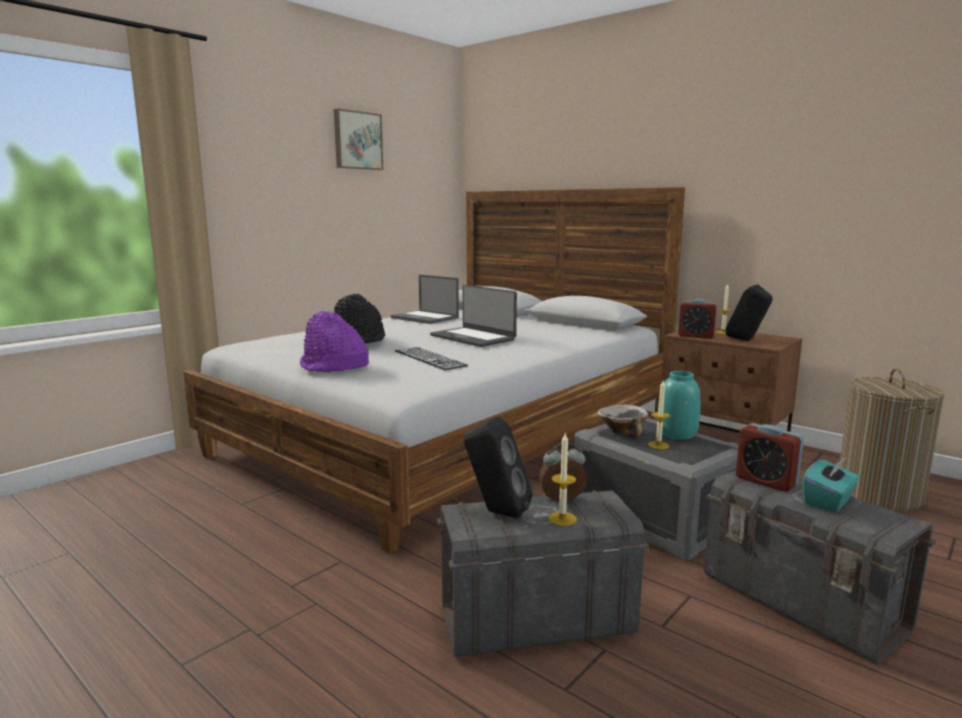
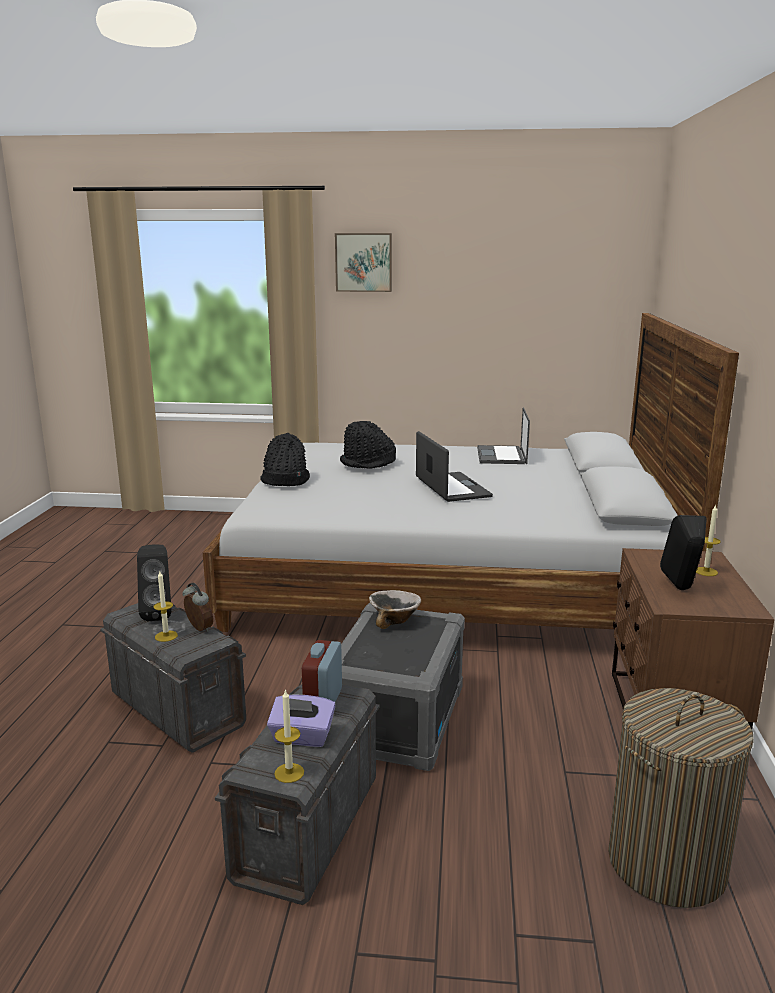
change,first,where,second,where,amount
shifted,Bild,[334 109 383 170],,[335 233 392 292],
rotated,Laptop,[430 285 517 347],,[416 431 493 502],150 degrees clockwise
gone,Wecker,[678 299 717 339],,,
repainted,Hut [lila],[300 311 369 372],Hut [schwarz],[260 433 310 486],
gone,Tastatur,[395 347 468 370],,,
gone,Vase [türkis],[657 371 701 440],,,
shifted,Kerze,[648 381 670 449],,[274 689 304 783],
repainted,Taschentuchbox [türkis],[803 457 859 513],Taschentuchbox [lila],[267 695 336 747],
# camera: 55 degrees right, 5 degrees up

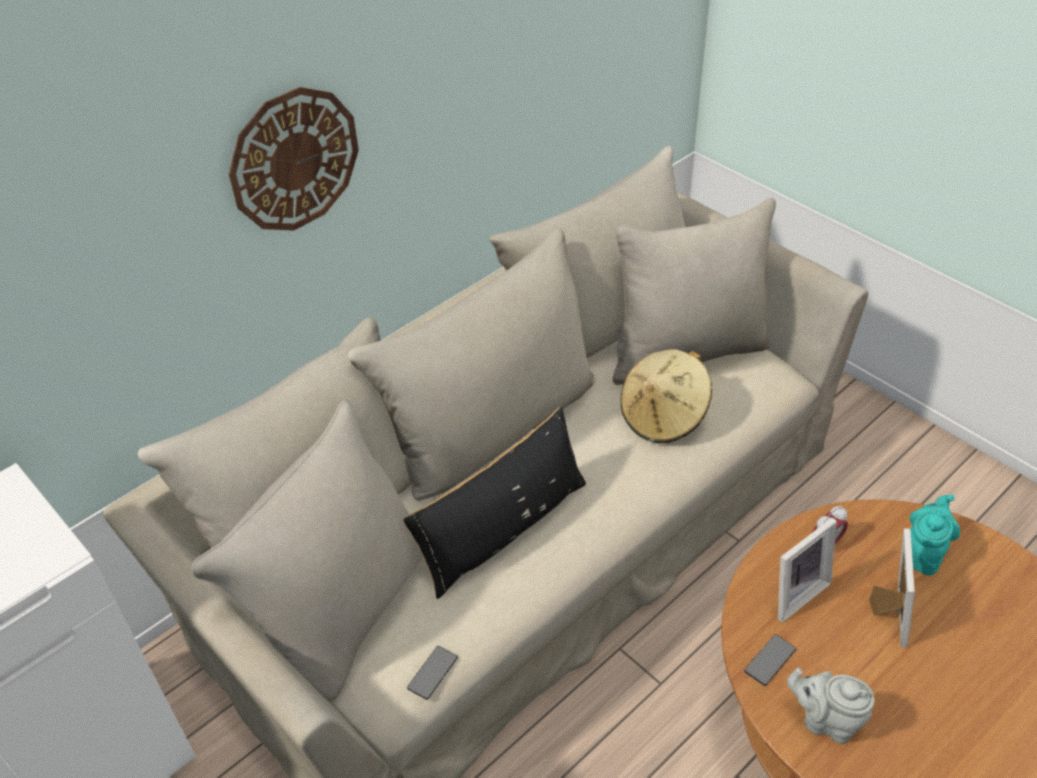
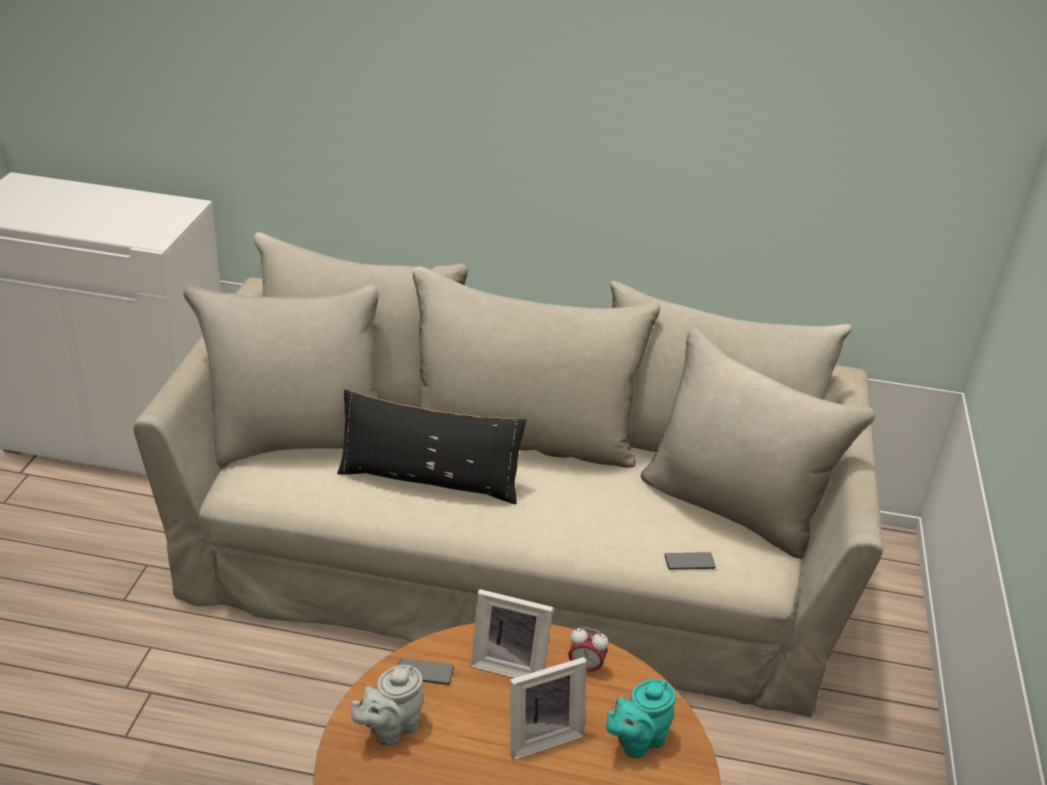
change,first,where,second,where,amount
gone,Wanduhr,[229 87 359 230],,,
gone,Hut [beige],[621 349 712 444],,,
rotated,Teekanne [türkis],[910 494 960 575],,[606 679 676 758],150 degrees clockwise
shifted,Handy,[407 646 458 700],,[665 552 716 569],
rotated,Teekanne [grau],[787 668 874 744],,[351 665 423 746],120 degrees counterclockwise
# camera: 50 degrees right, 10 degrees down

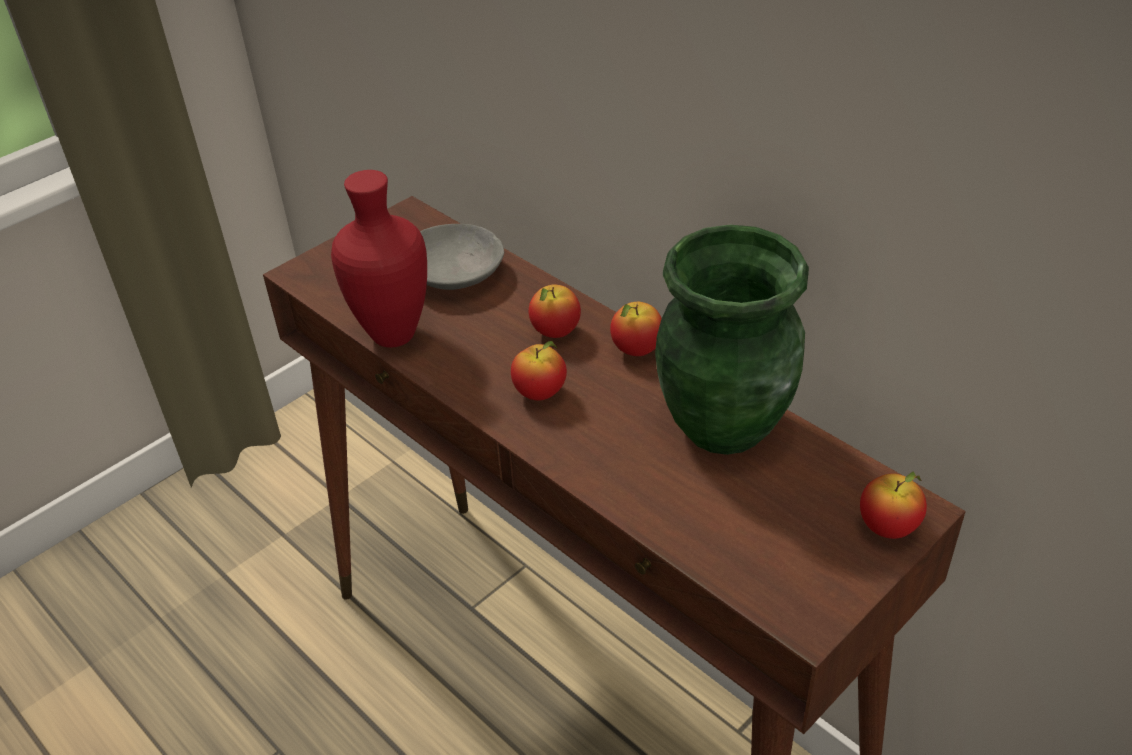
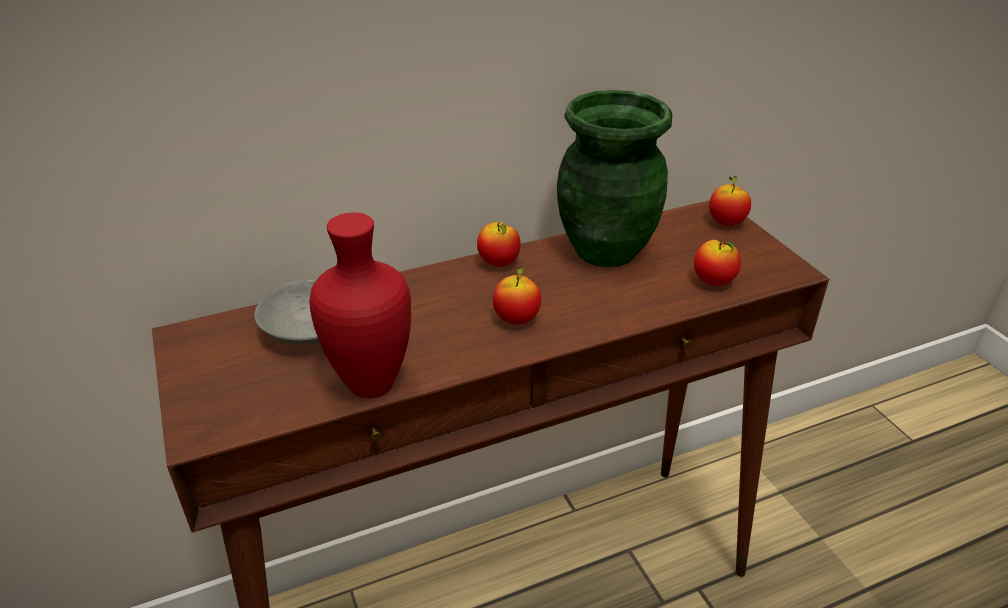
change,first,where,second,where,amount
shifted,Apfel,[529 284 581 338],,[694 240 741 286],
# camera: 70 degrees left, 5 degrees down

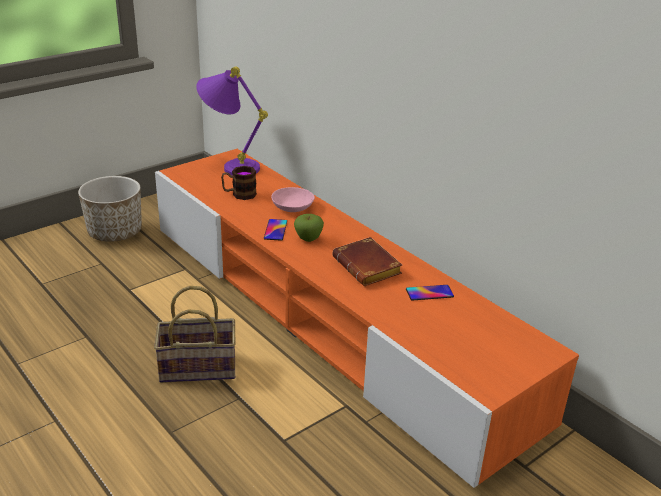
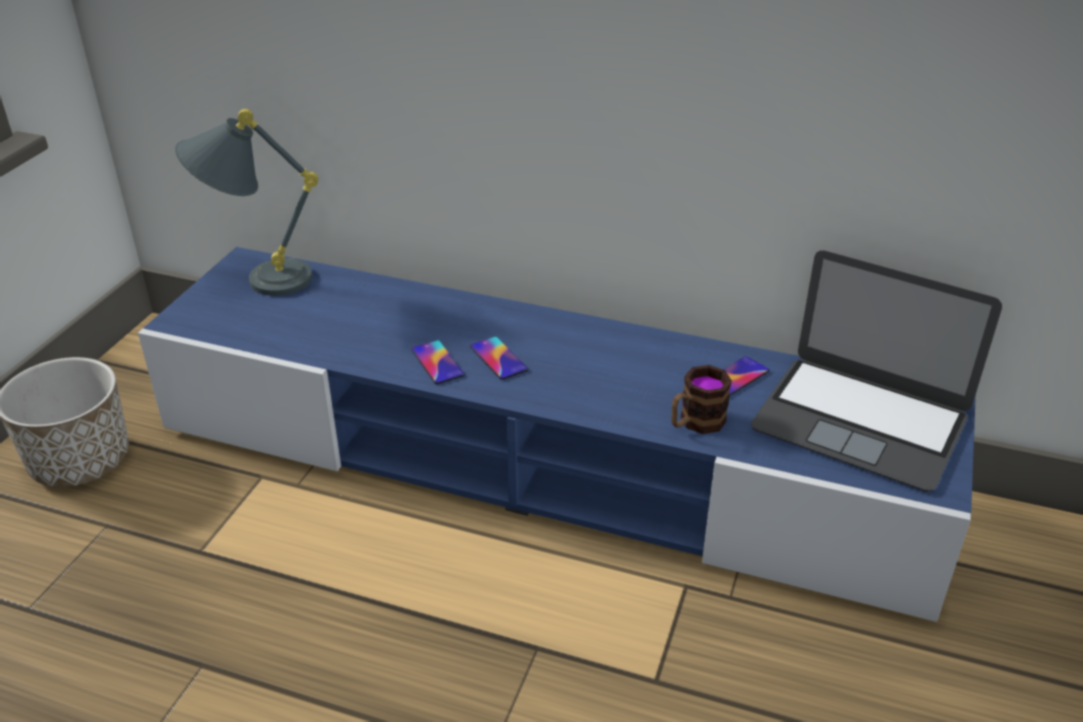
change,first,where,second,where,amount
repainted,Tischlampe [lila],[196 66 268 175],Tischlampe [grau],[175 109 318 296],
repainted,Fernsehschrank [orange],[155 149 579 488],Fernsehschrank [blau],[138 247 976 622],
shifted,Henkelbecher,[221 166 257 200],,[671 365 732 434],
gone,Schüssel [rosa],[271 187 315 212],,,
swapped,Apfel,[294 214 324 242],Handy,[470 337 528 380],
gone,Buch [braun],[332 237 402 286],,,
gone,Korb,[154 286 235 383],,,
new,,,Laptop,[751 250 1002 492],
# camera: 30 degrees left, 5 degrees up

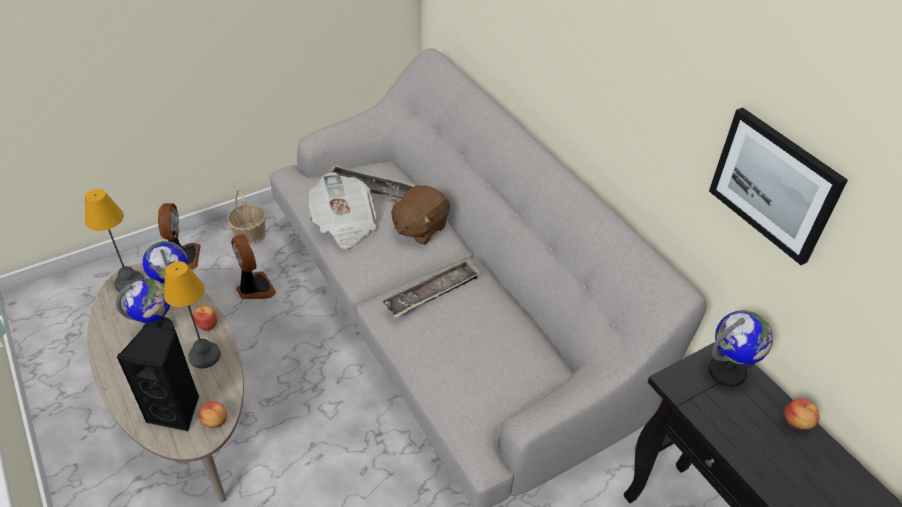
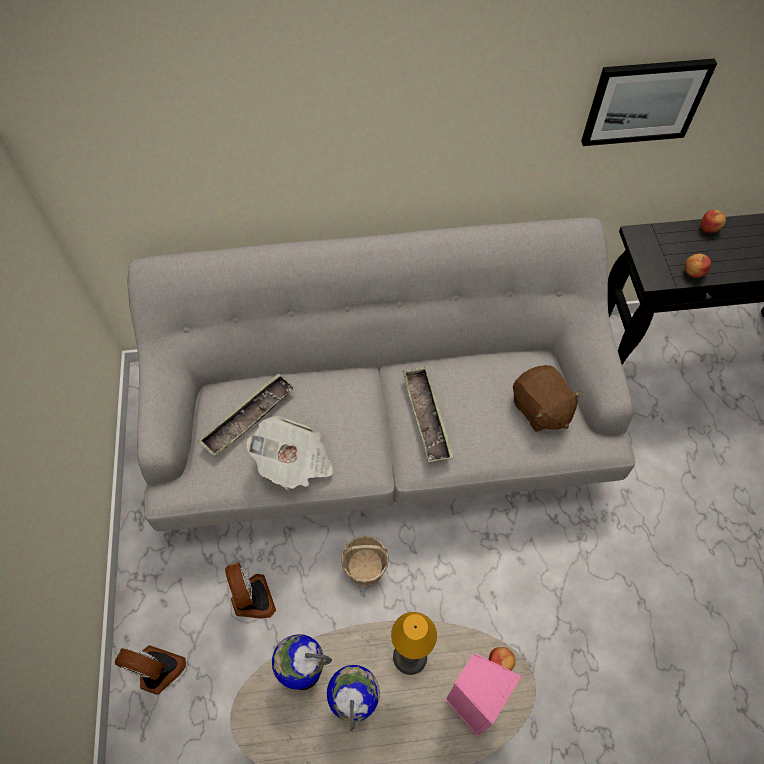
change,first,where,second,where,amount
shifted,Plüschtier [braun],[390 185 450 245],,[513 365 582 432],
gone,Tischlampe,[85 189 144 292],,,
shifted,Korb,[227 189 266 245],,[341 536 389 586],
rotated,Ventilator,[231 234 276 299],,[225 562 276 619],75 degrees clockwise
shifted,Apfel,[193 305 218 331],,[685 254 711 278],
gone,Globus,[708 310 773 387],,,
repainted,Lautsprecher [schwarz],[116 324 199 431],Lautsprecher [rosa],[445 653 521 736],
# camera: 65 degrees left, 15 degrees up

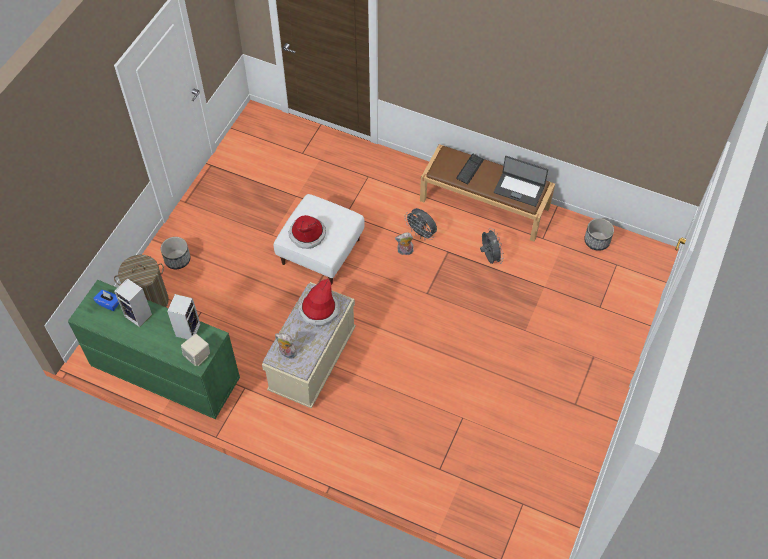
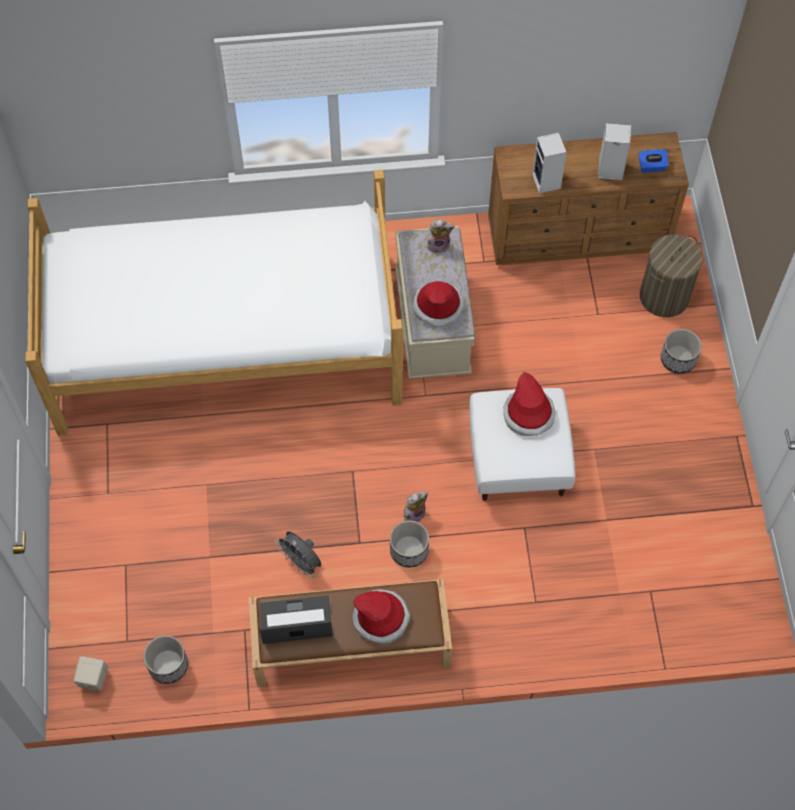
change,first,where,second,where,amount
swapped,Tastatur,[456 153 484 185],Hut,[352 589 410 643],
swapped,Ventilator [grau],[405 208 437 240],Pflanzkübel,[390 520 429 568],
repainted,Kommode [grün],[68 280 240 419],Kommode [braun],[488 132 689 265],
shifted,Lautsprecher [beige],[181 334 210 366],,[73 656 108 691],
new,,,Bett,[25 170 403 436],
# camera: 150 degrees right, 5 degrees up

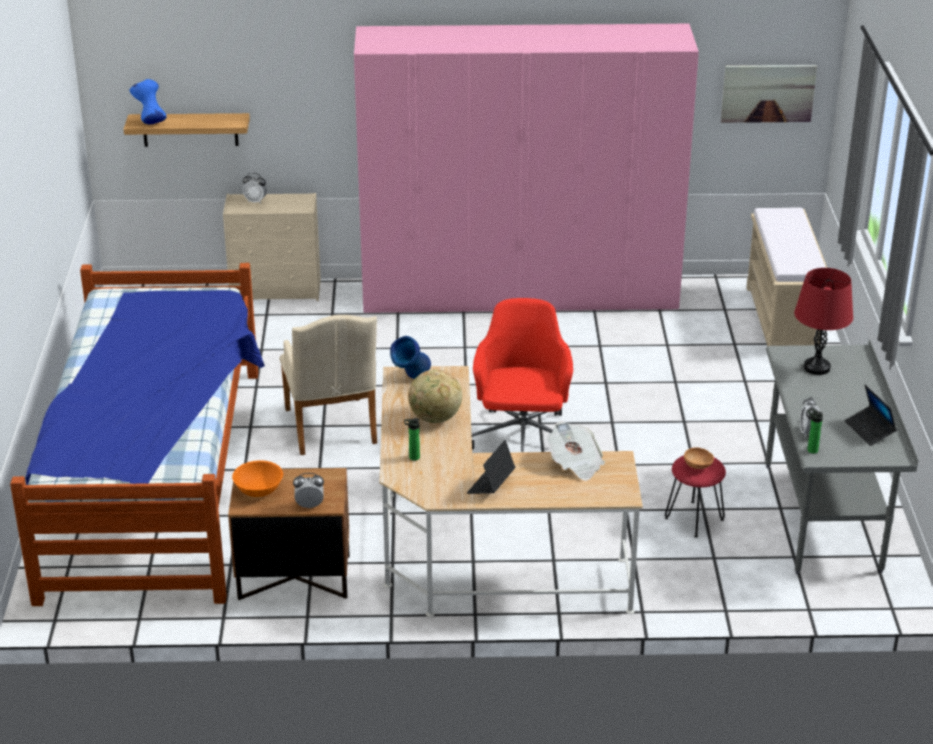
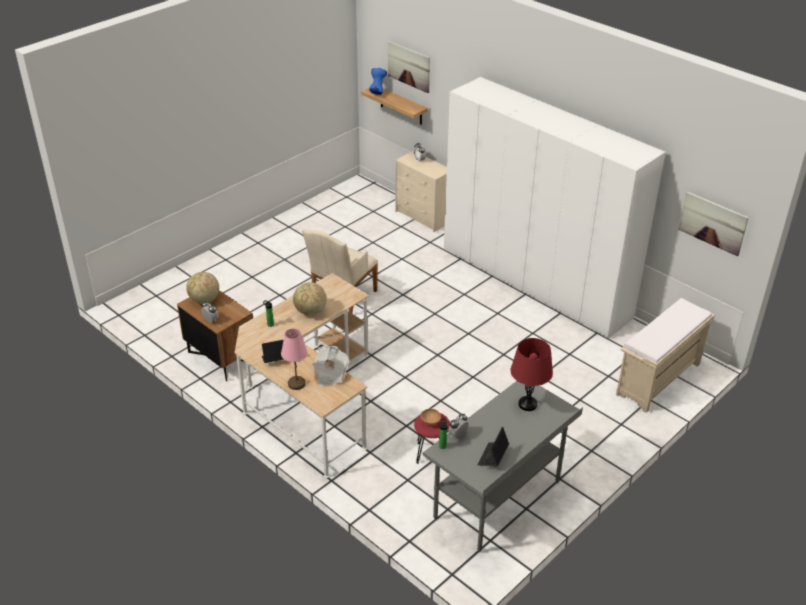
change,first,where,second,where,amount
repainted,Kleiderschrank [rosa],[354 24 699 313],Kleiderschrank [weiß],[444 77 666 338],
gone,Bett,[10 263 265 606],,,
gone,Bürostuhl [rot],[472 298 573 452],,,
gone,Vase [blau],[390 336 431 379],,,
swapped,Schüssel [orange],[232 460 283 497],Globus,[186 272 219 304],
new,,,Bild,[388 41 430 93],
new,,,Tischlampe [rosa],[281 328 308 390],
# camera: 45 degrees right, 5 degrees up

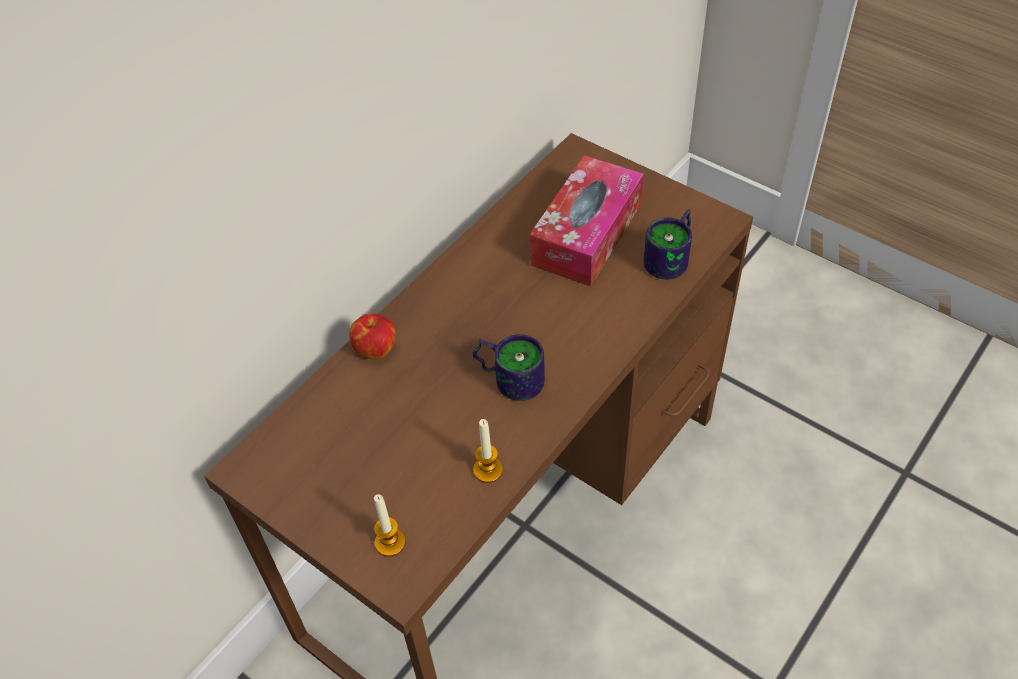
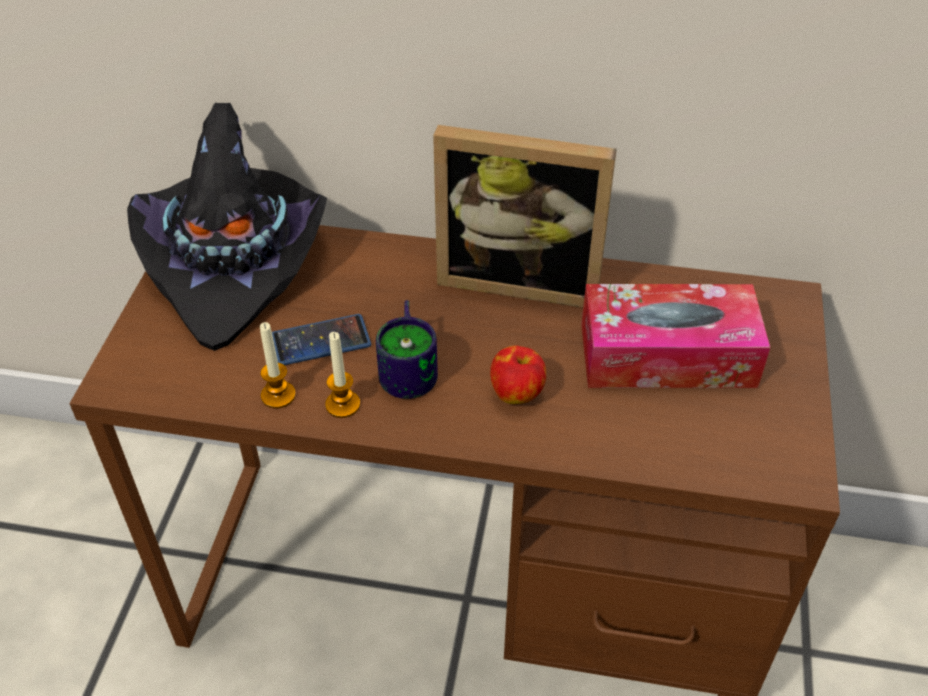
change,first,where,second,where,amount
gone,Henkelbecher,[643 209 692 279],,,
shifted,Apfel,[349 314 396 359],,[490 346 546 404],
shifted,Kerze,[374 494 406 557],,[325 332 360 418],
new,,,Hut [schwarz],[127 103 327 351],
new,,,Bilderrahmen,[433 125 617 308],
new,,,Handy,[272 314 371 365],
# camera: 60 degrees right, 5 degrees down

